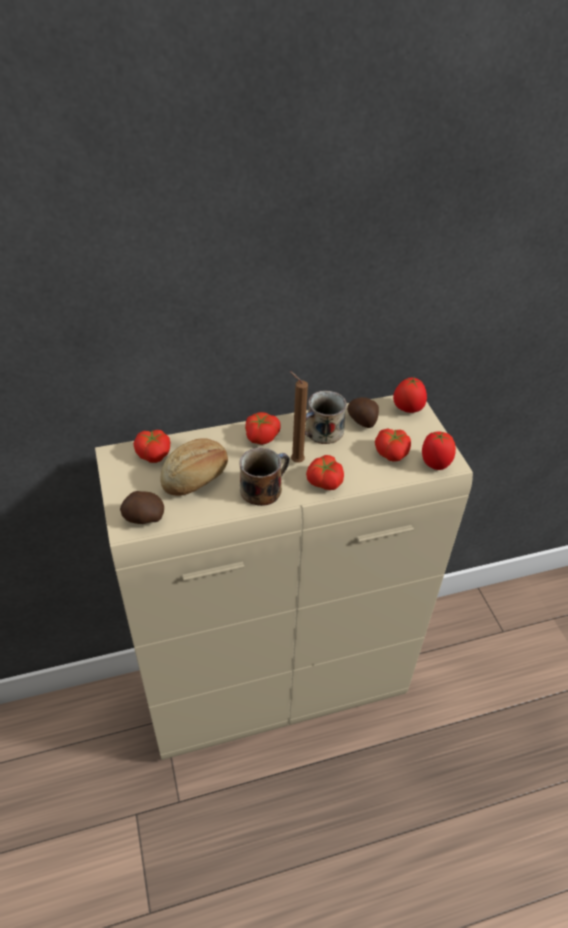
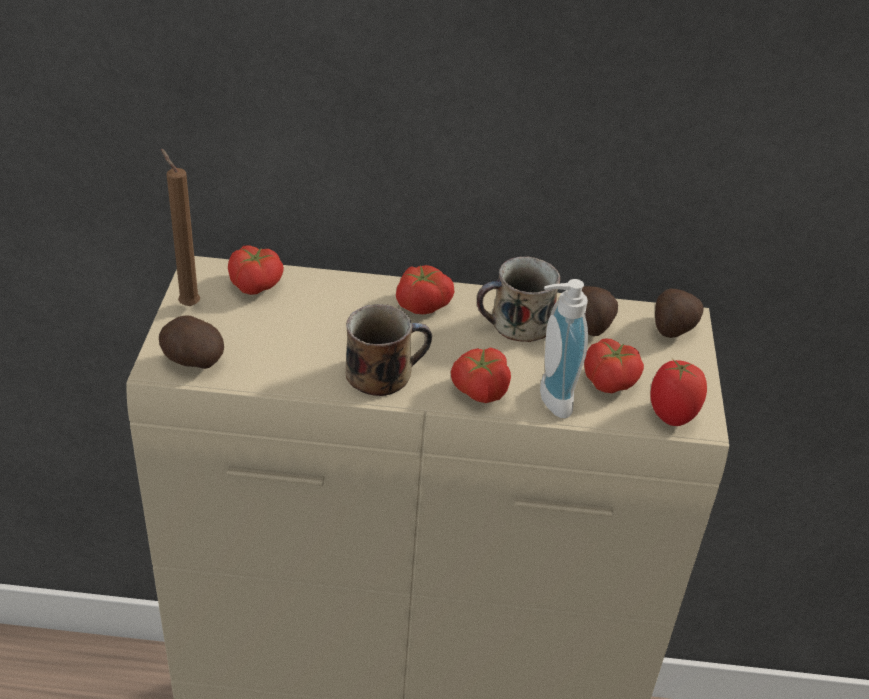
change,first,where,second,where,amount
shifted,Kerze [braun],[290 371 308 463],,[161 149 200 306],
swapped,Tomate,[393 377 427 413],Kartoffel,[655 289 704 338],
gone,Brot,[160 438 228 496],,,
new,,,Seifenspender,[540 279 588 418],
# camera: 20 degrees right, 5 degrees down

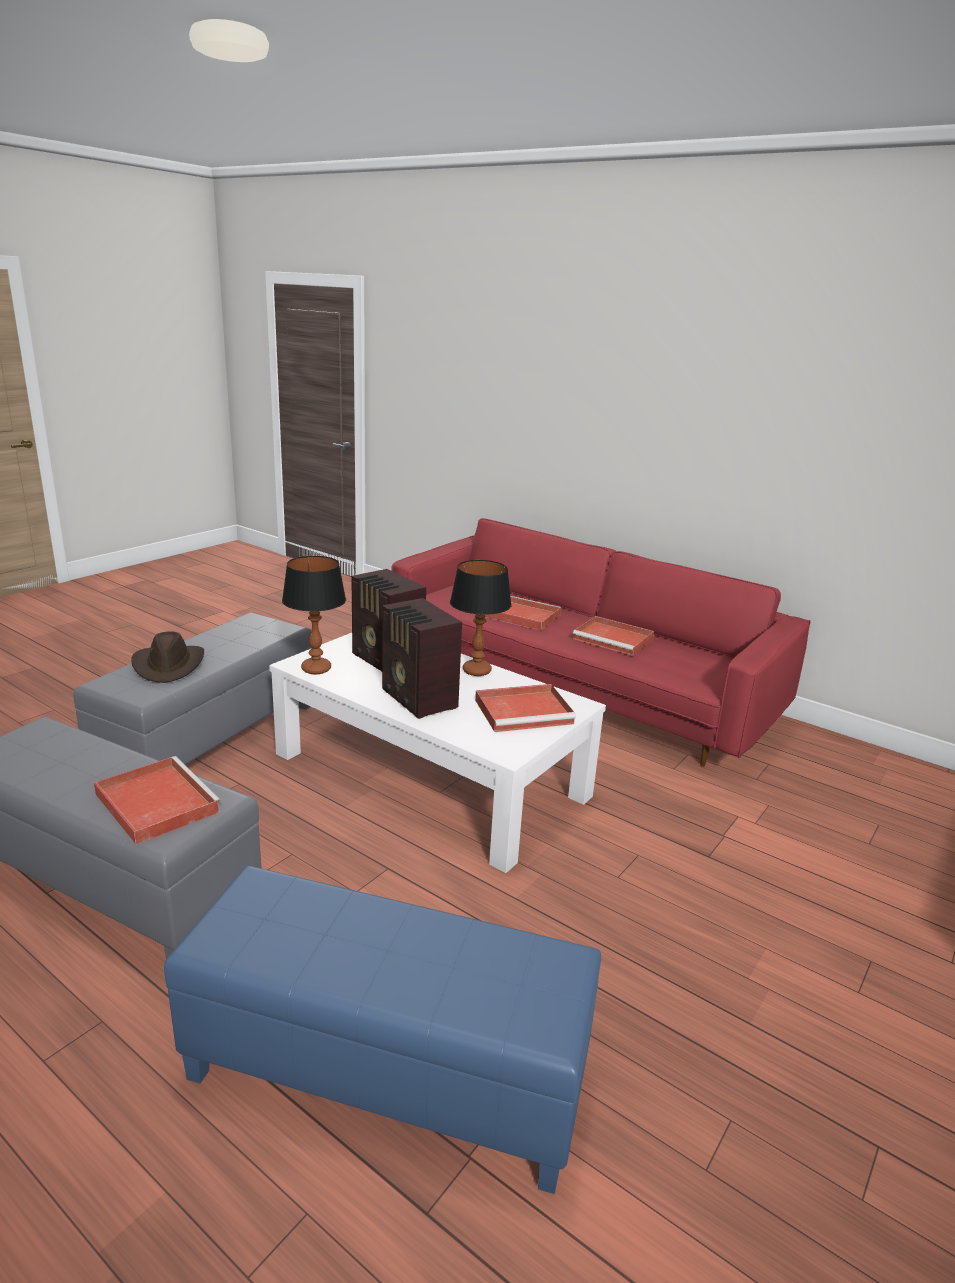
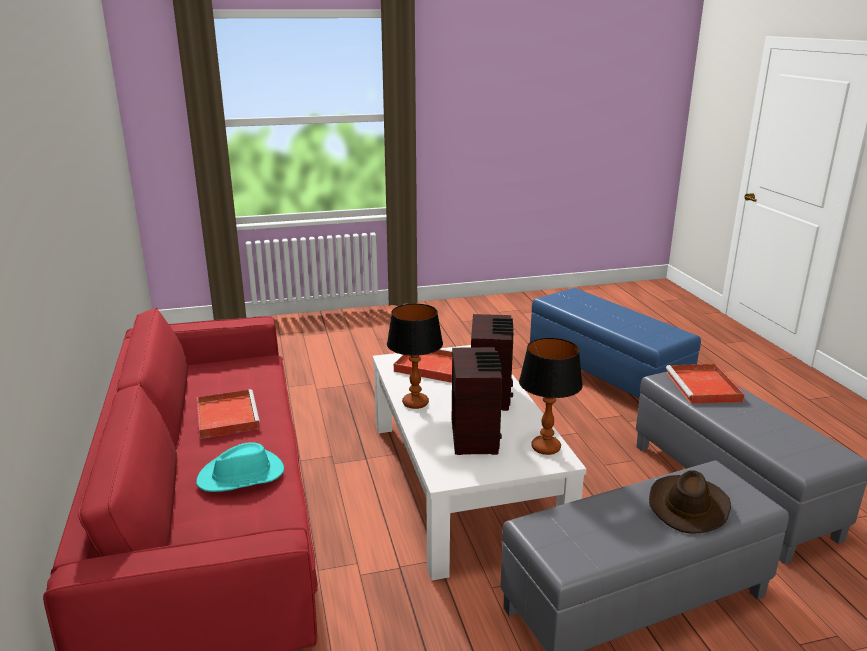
change,first,where,second,where,amount
swapped,Tablett [rot],[485 596 561 630],Hut [türkis],[196 442 284 492],
# camera: 140 degrees left, 0 degrees up

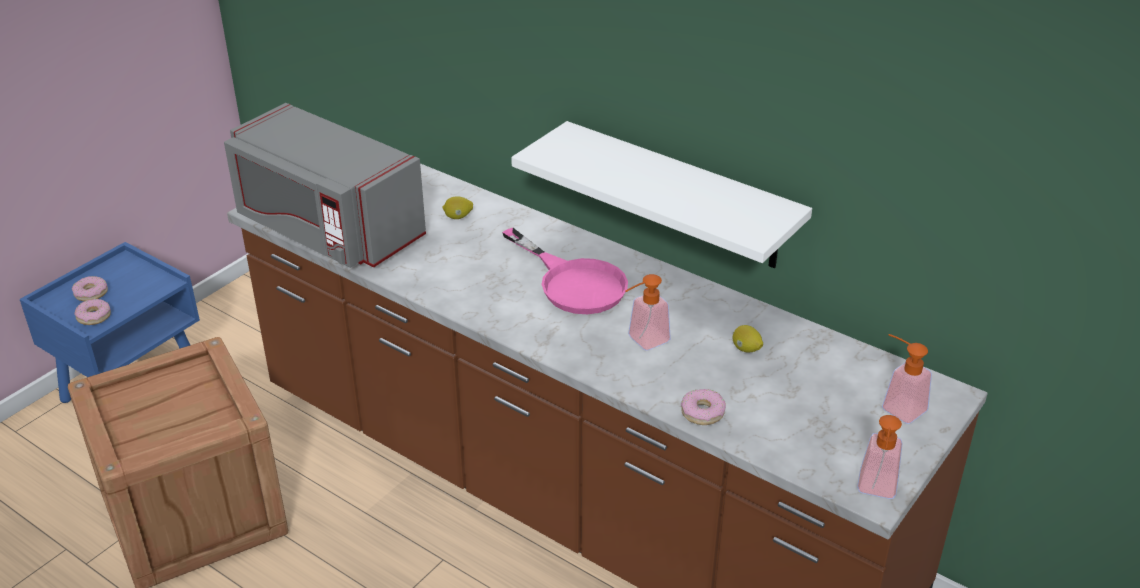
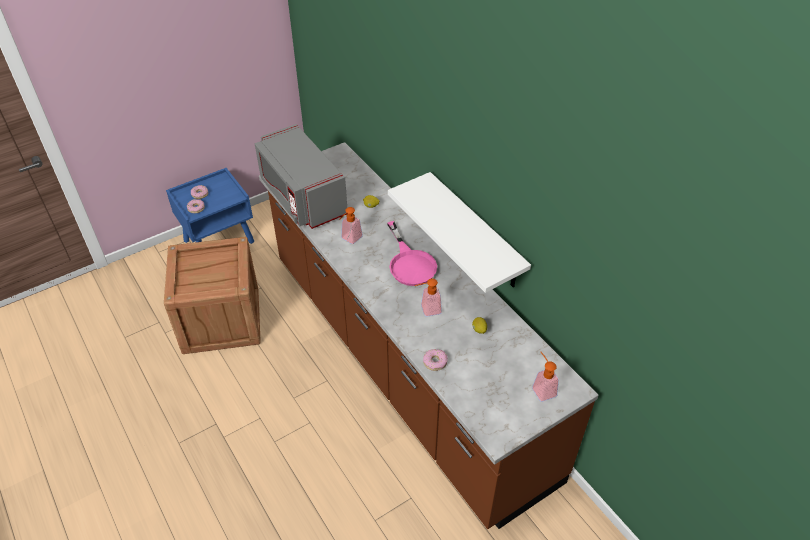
change,first,where,second,where,amount
shifted,Seifenspender,[857 415 903 499],,[340 207 363 244],
# camera: 20 degrees right, 10 degrees up

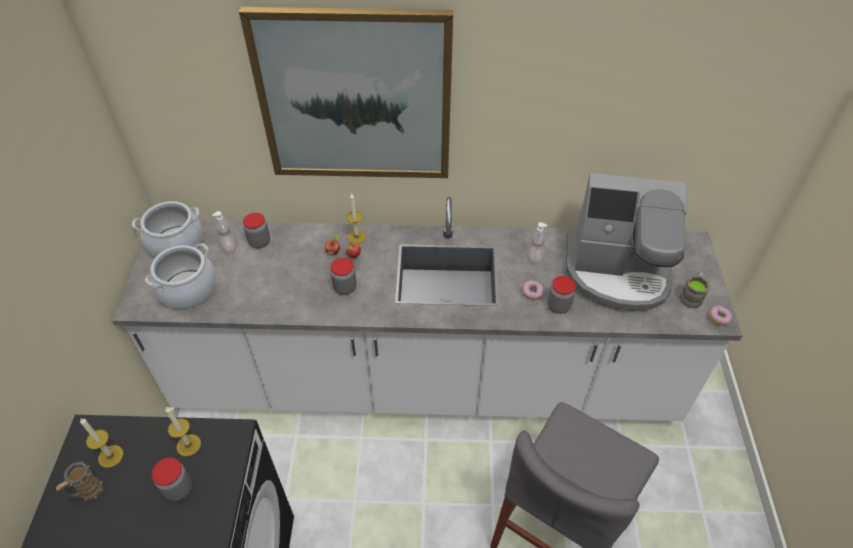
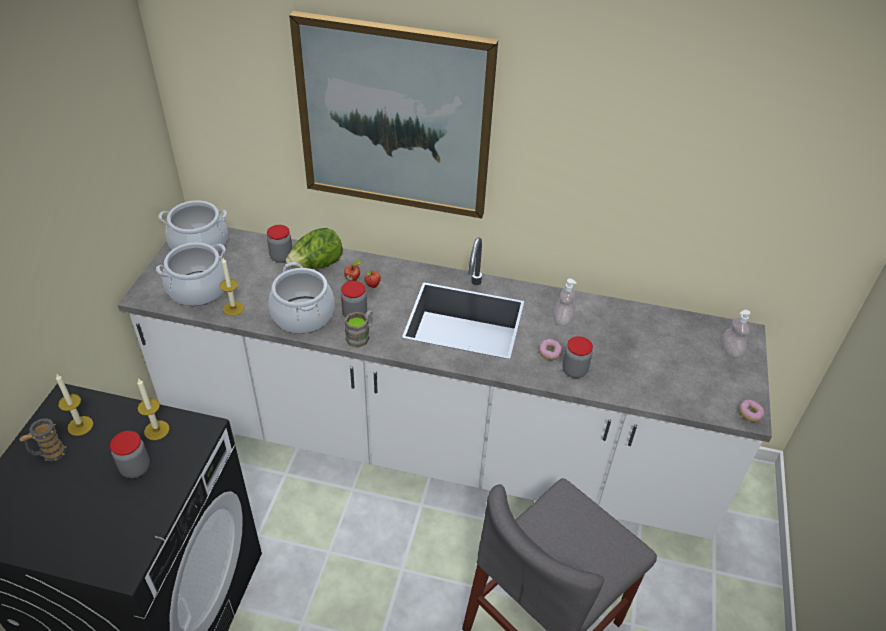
change,first,where,second,where,amount
gone,Kaffeemaschine,[566 173 687 311],,,
shifted,Kerze,[346 193 366 244],,[220 258 244 316],
shifted,Seifenspender,[212 211 237 253],,[722 310 750 357],
shifted,Henkelbecher [braun],[680 272 710 308],,[344 310 373 348],
new,,,Salatkopf,[286 228 343 269],
new,,,Kochtopf,[268 262 334 334],
# camera: 10 degrees right, 5 degrees down

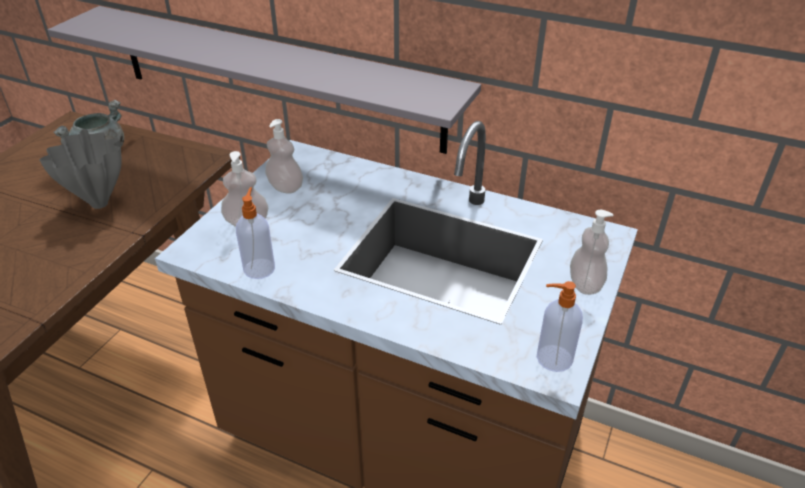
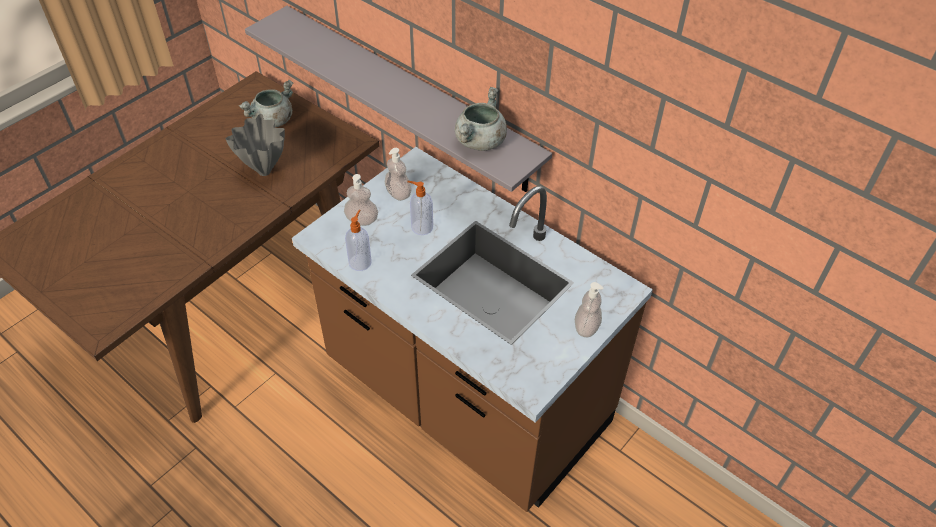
change,first,where,second,where,amount
shifted,Seifenspender,[537 281 583 372],,[407 181 433 235],
new,,,Kochtopf [grau],[455 87 507 151],
# camera: 15 degrees right, 10 degrees up

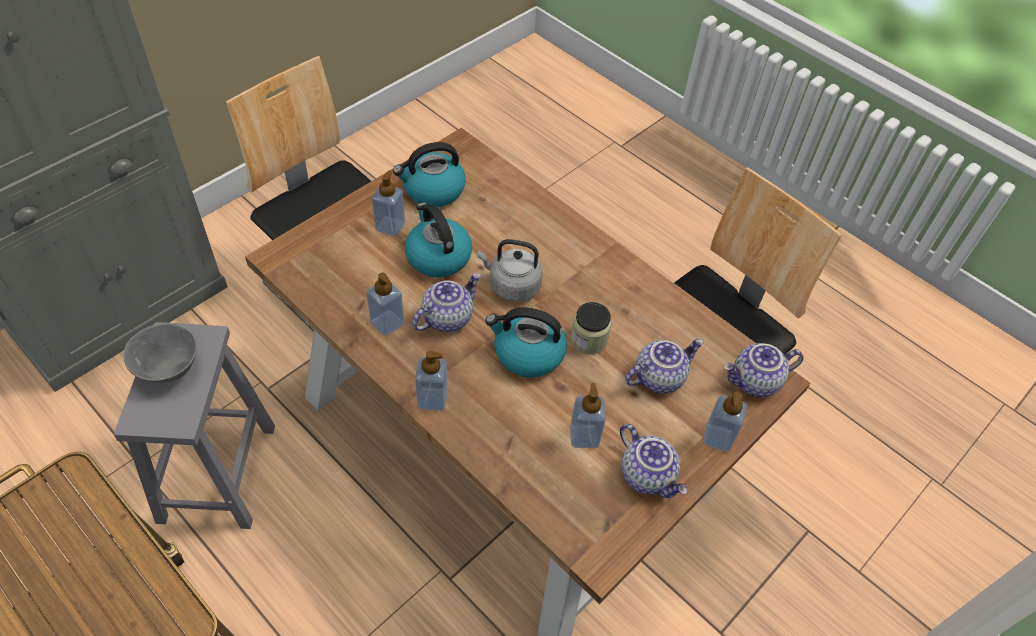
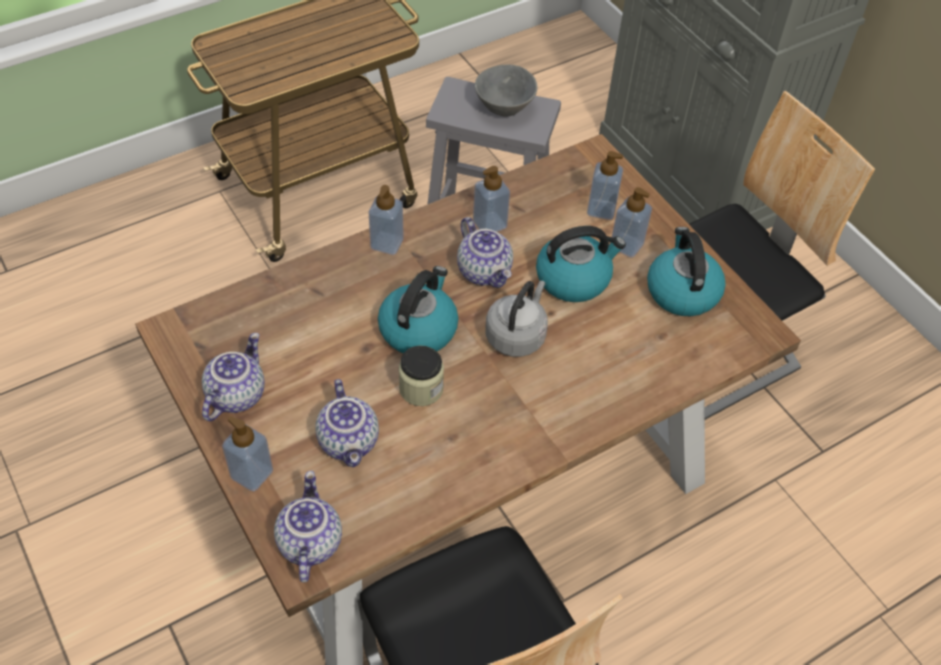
change,first,where,second,where,amount
shifted,Seifenspender,[570 383 606 448],,[587 151 623 220],
rotated,Teekanne,[620 424 687 498],,[202 333 265 421],135 degrees clockwise
# camera: 105 degrees right, 0 degrees up

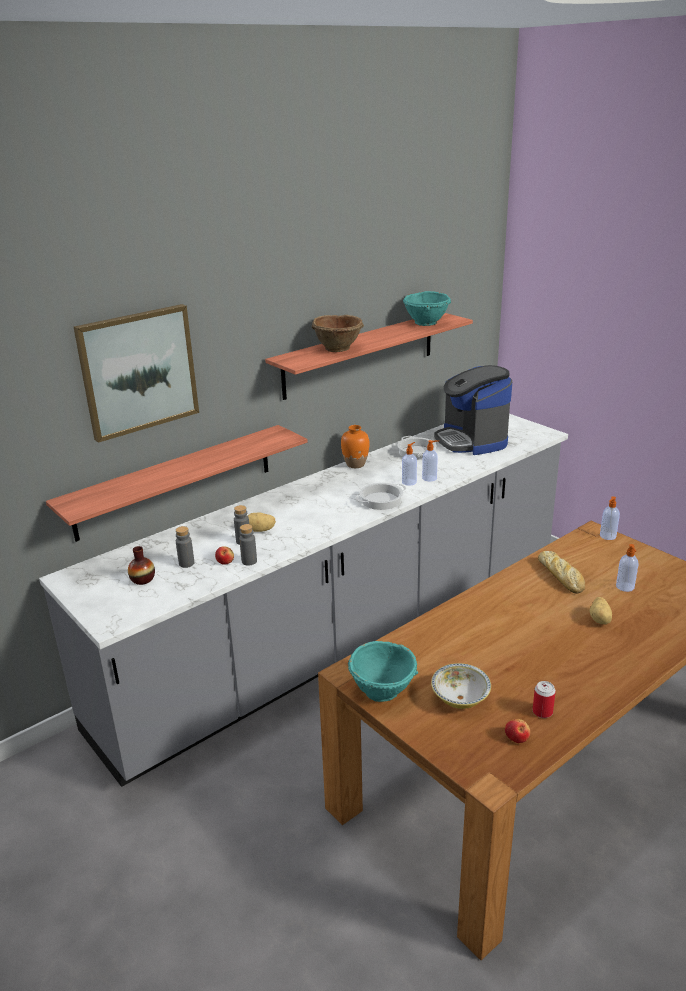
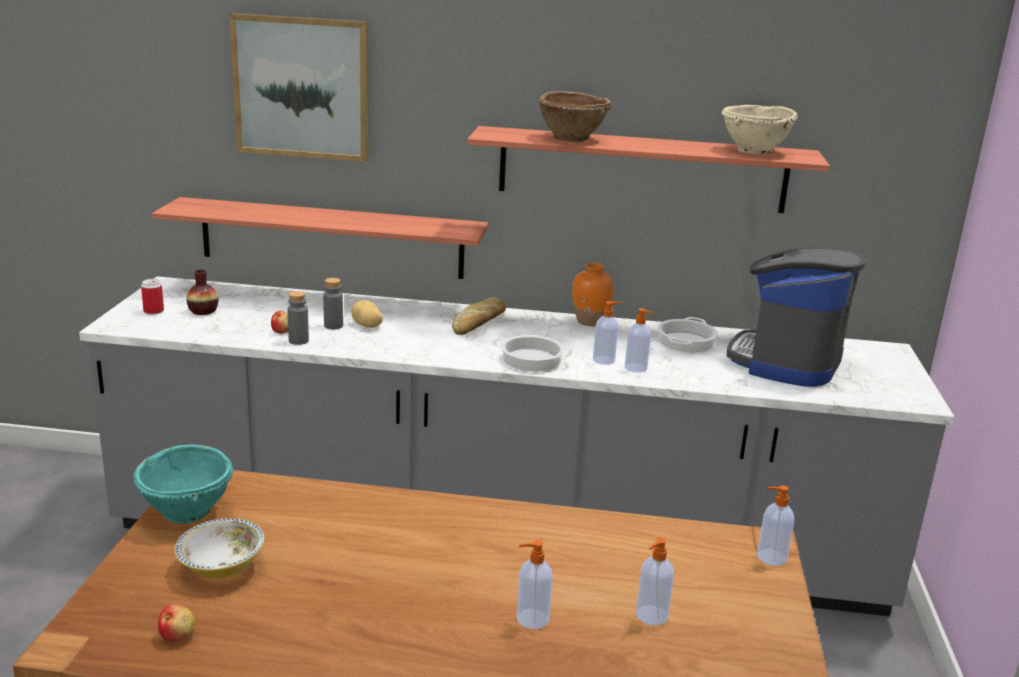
change,first,where,second,where,amount
repainted,Schüssel [türkis],[403 291 451 326],Schüssel [beige],[721 105 798 155],
gone,Flasche [grau],[176 526 194 568],,,
shifted,Brot,[538 551 585 593],,[452 298 506 335],
swapped,Kartoffel,[589 597 612 624],Seifenspender,[517 540 553 629],
shifted,Dose,[533 681 556 718],,[141 279 164 315],
# camera: 45 degrees right, 5 degrees down

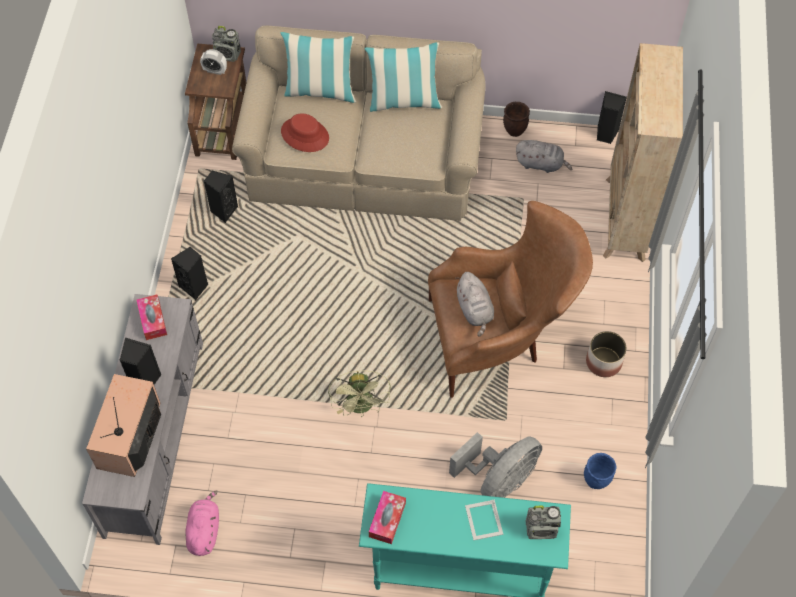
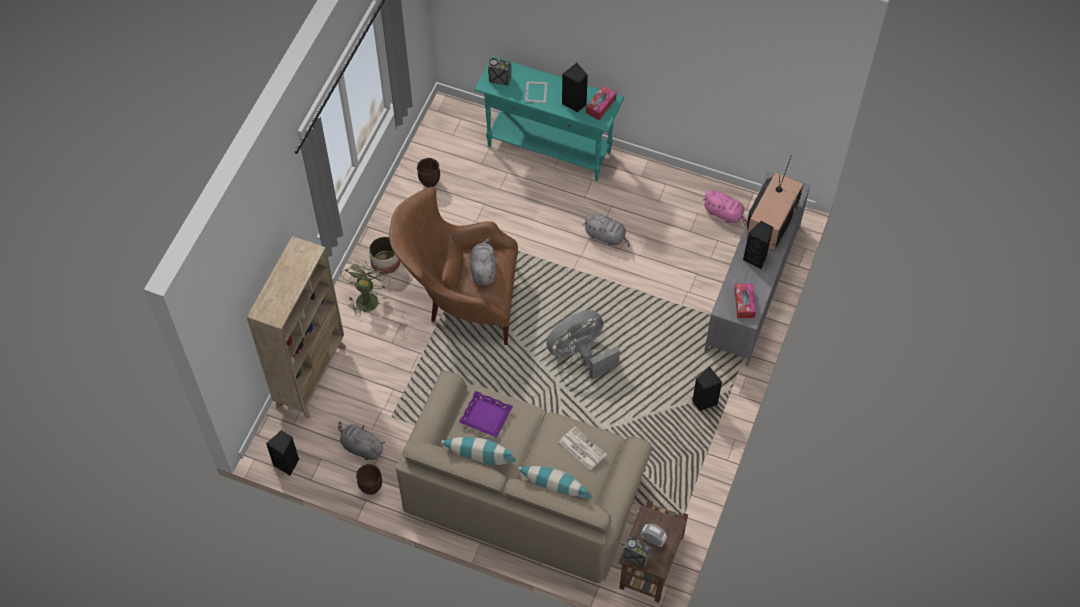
change,first,where,second,where,amount
swapped,Hut [rot],[281 113 329 152],Zeitung,[559 427 607 470],
shifted,Lautsprecher [schwarz],[204 171 238 223],,[562 63 588 112],
shifted,Ventilator [grün],[328 370 391 417],,[341 260 391 317],
shifted,Ventilator [grau],[449 432 542 498],,[546 310 620 380],
repainted,Pflanzkübel [blau],[584 453 617 489],Pflanzkübel [braun],[417 158 440 188],
rotated,Plüschtier [rosa],[185 490 219 556],,[703 190 747 226],75 degrees counterclockwise
new,,,Plüschtier [grau],[583 214 630 247],
new,,,Tablett [lila],[459 391 513 438],
# camera: 165 degrees left, 0 degrees up

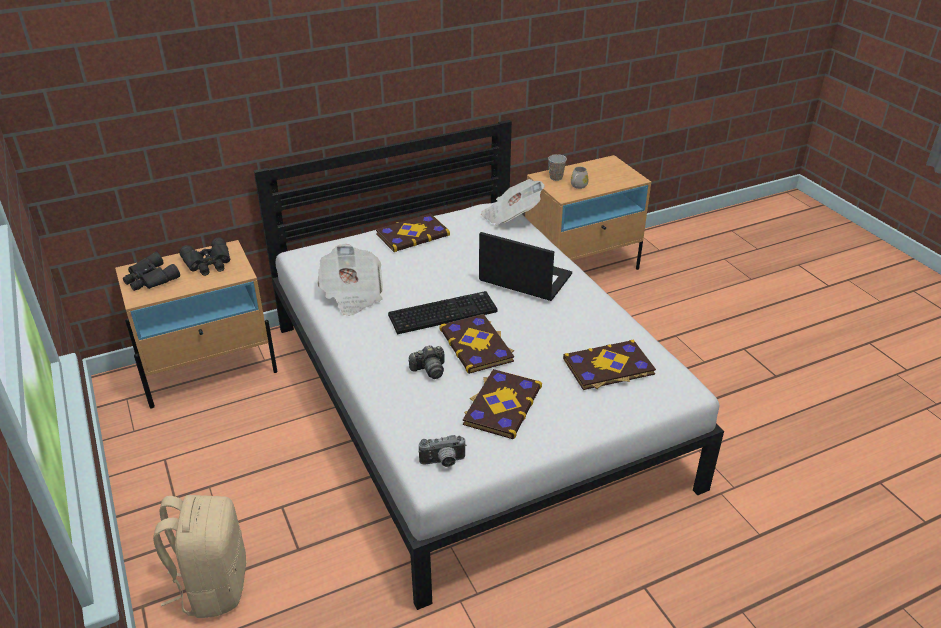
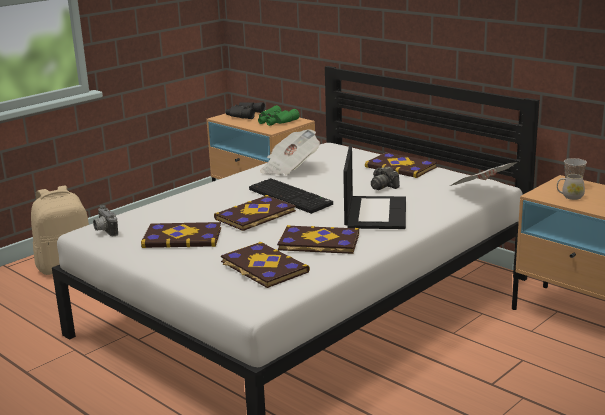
change,first,where,second,where,amount
repainted,Fernglas [schwarz],[179 237 230 276],Fernglas [grün],[258 105 300 126],
shifted,Kamera,[408 345 444 379],,[371 166 400 190],
new,,,Buch,[277 225 359 254],
# camera: 70 degrees right, 15 degrees down

